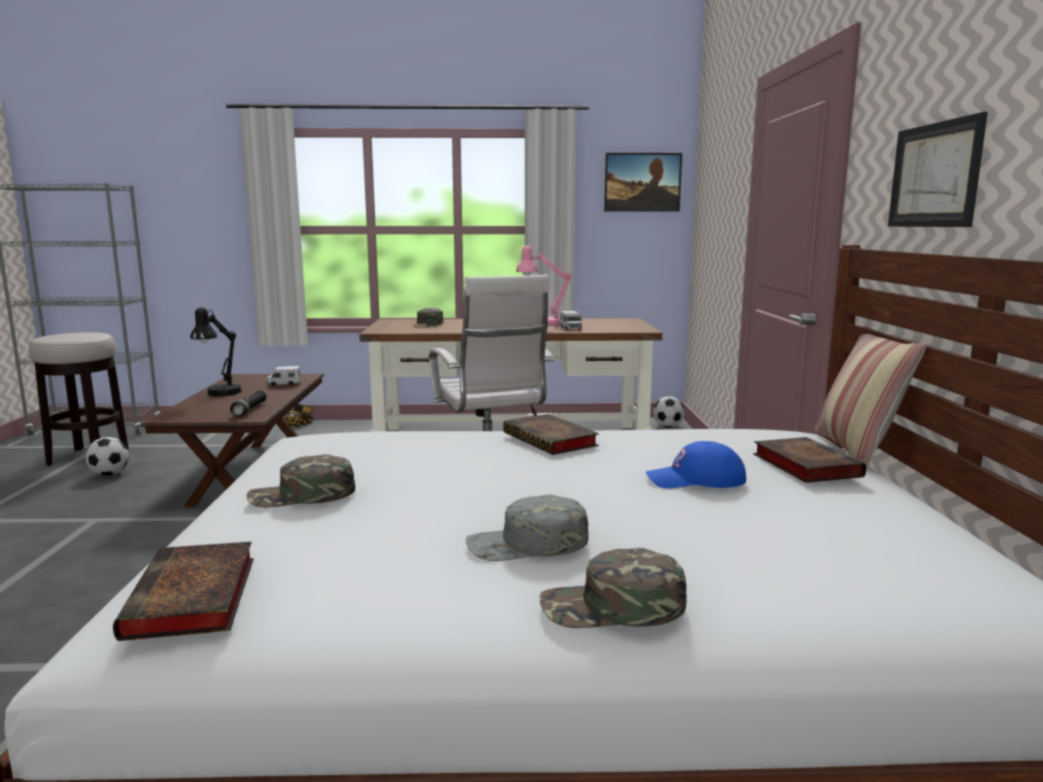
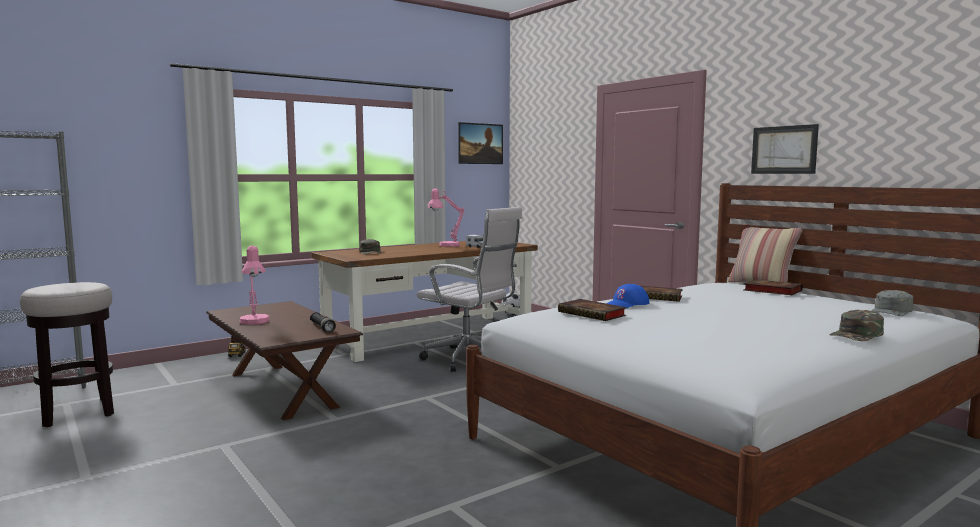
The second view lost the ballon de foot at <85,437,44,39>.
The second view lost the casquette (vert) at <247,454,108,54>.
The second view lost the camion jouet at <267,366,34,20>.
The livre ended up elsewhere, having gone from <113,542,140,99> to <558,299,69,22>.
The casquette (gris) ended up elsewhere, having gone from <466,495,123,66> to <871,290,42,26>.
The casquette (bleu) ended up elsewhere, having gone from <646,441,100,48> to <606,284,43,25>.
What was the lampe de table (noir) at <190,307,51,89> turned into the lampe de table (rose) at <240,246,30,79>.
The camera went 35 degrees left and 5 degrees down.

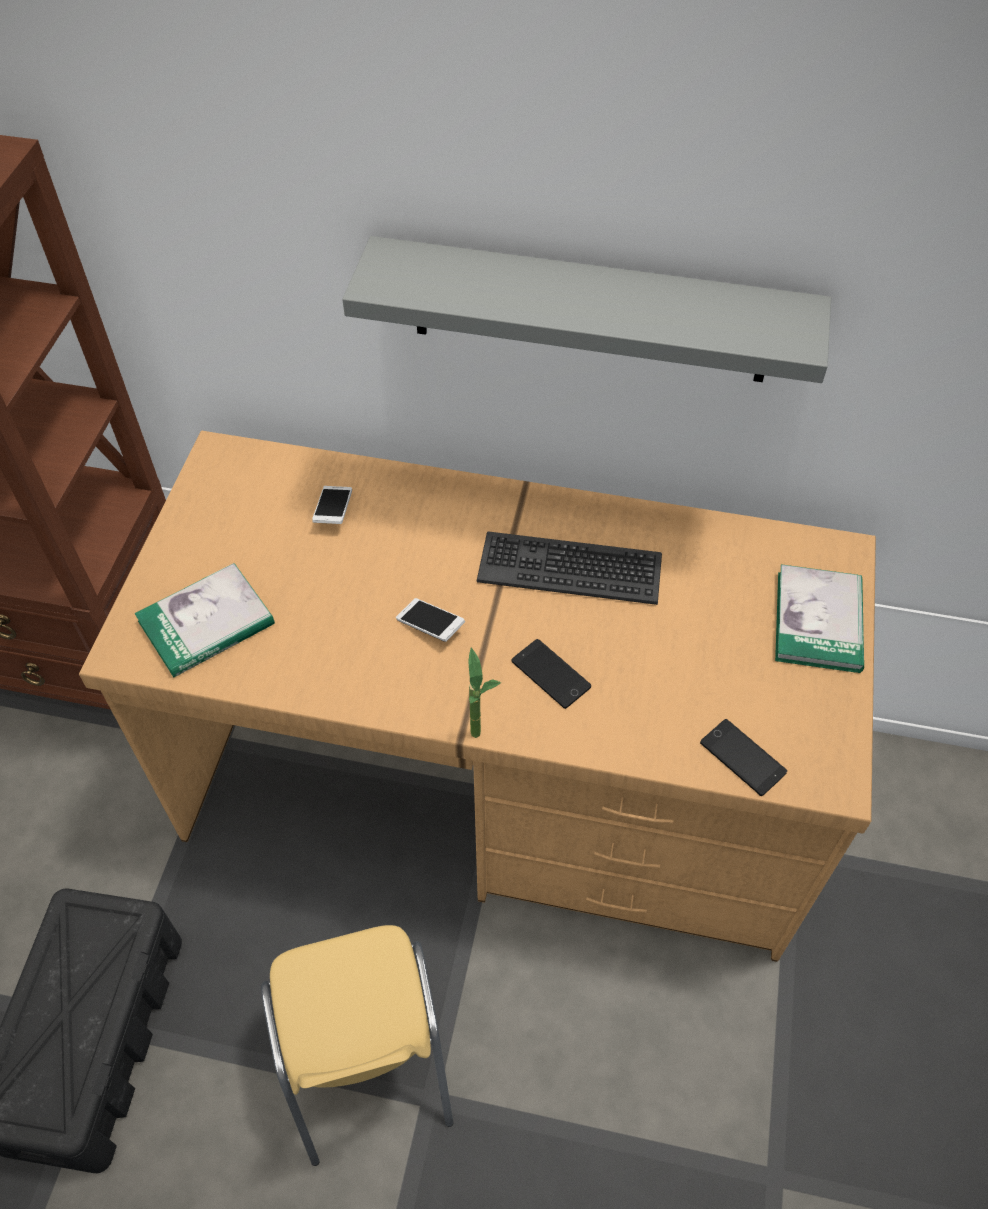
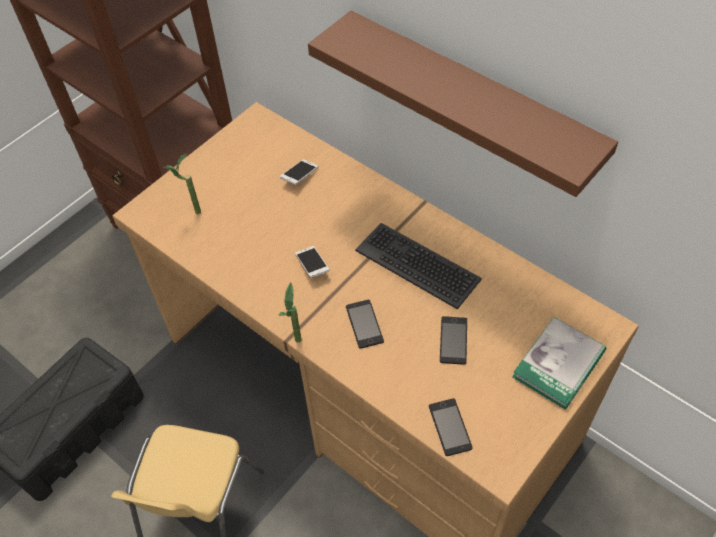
The second view gained the téléphone at <440,316,27,49>.
Where the livre stood at <135,563,140,114>, the plante en pot came to stand at <163,154,38,60>.
What was the étagère (gris) at <342,236,489,147> turned into the étagère (marron) at <308,11,310,186>.
The camera went 30 degrees right and 0 degrees up.

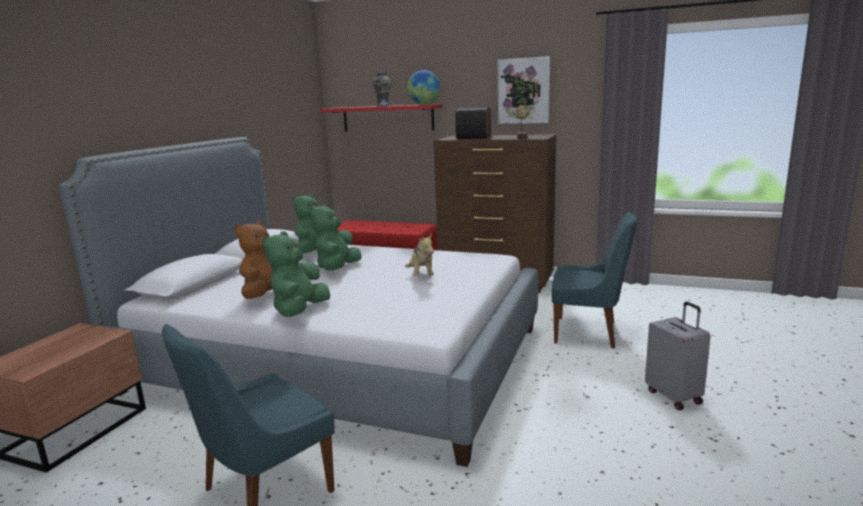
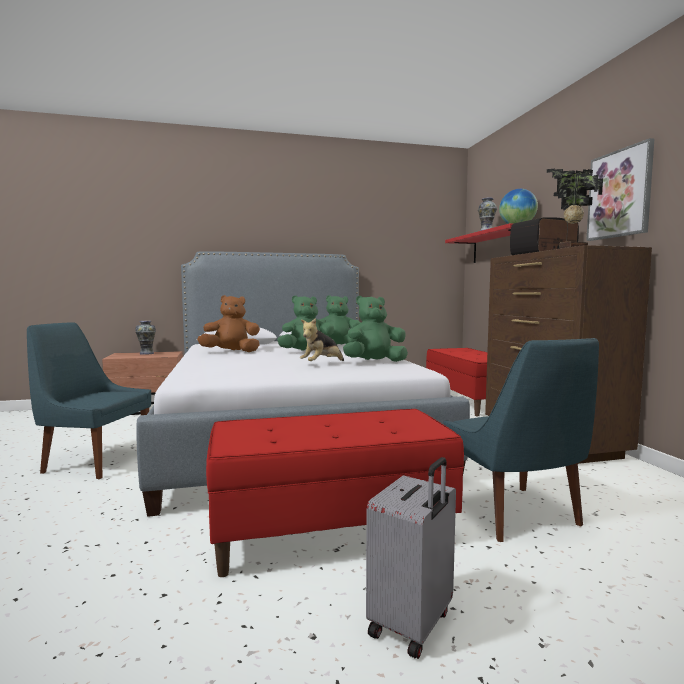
The second view gained the vase at <135,321,21,34>.
The second view gained the banc (rouge) at <206,409,258,168>.
The peluche (vert) ended up elsewhere, having gone from <262,231,68,86> to <343,296,65,66>.
The camera went 55 degrees right and 10 degrees down.

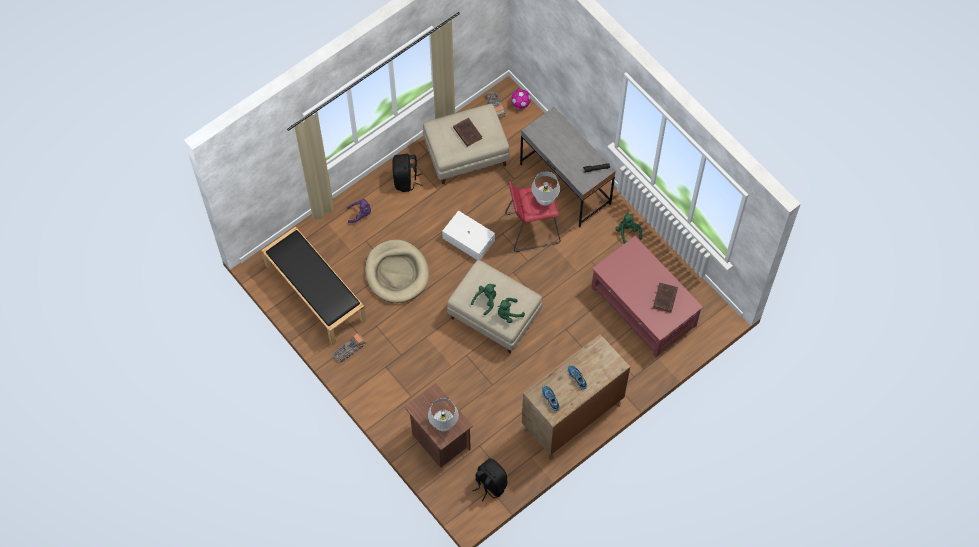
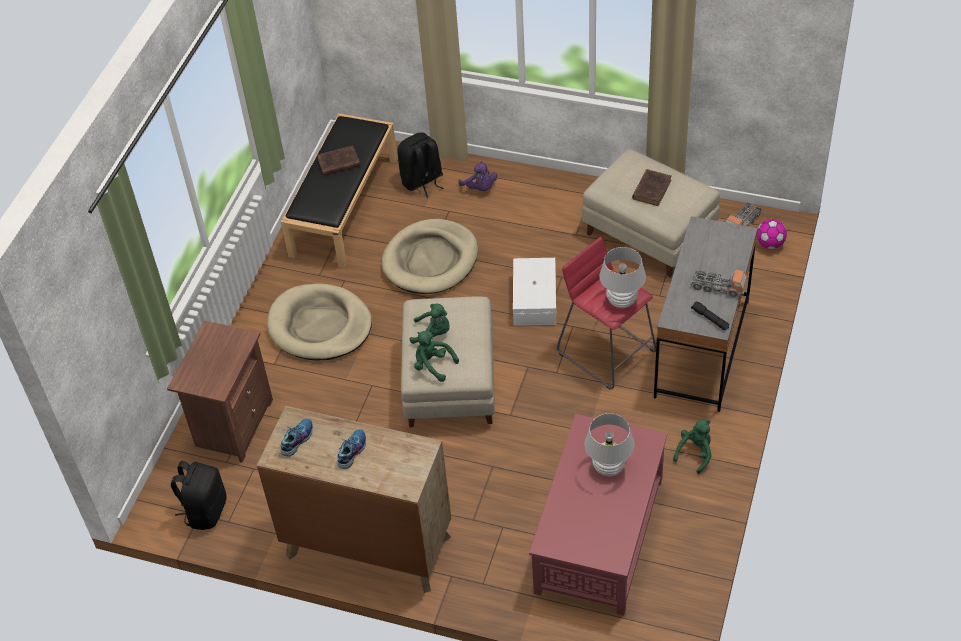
The second view gained the panier pour chien (beige) at <267,283,105,78>.
The camion jouet ended up elsewhere, having gone from <333,333,33,29> to <691,270,56,27>.
The sac à dos (noir) ended up elsewhere, having gone from <392,154,30,38> to <397,132,47,65>.
The lampe de table (blanc) ended up elsewhere, having gone from <428,398,31,34> to <585,413,49,63>.
The livre (marron) ended up elsewhere, having gone from <653,283,25,29> to <317,146,43,30>.
The camera went 60 degrees right and 15 degrees down.

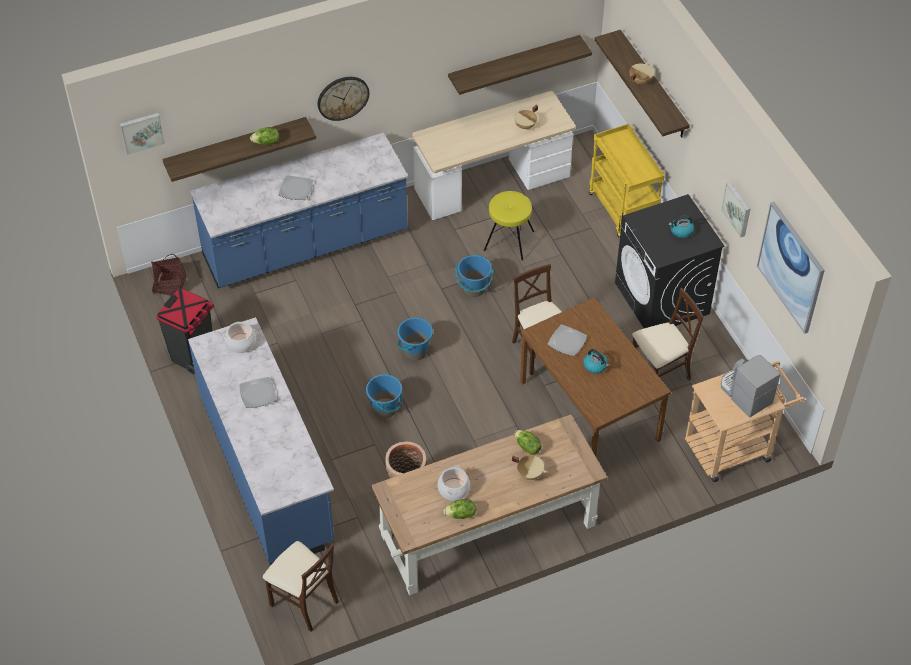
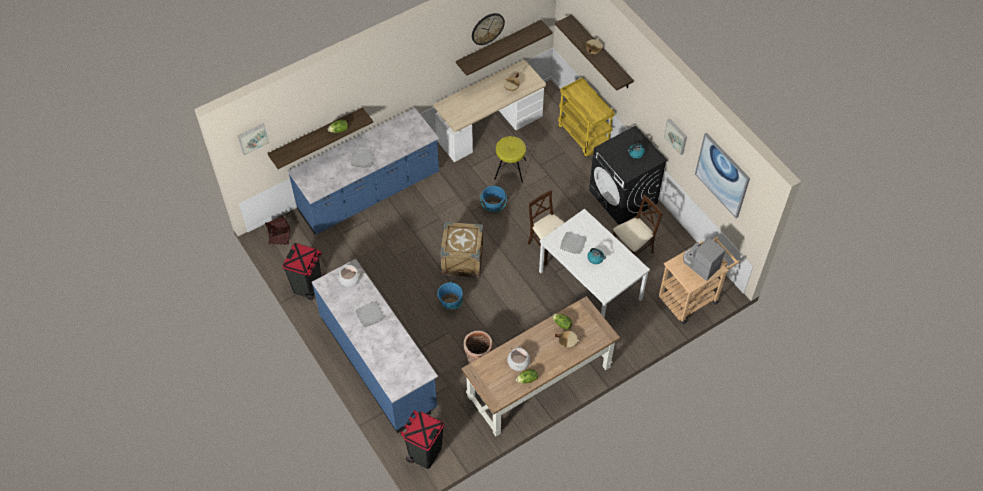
The horloge murale ended up elsewhere, having gone from <318,77,51,44> to <472,13,33,32>.
Where the chaise (beige) stood at <263,541,76,91>, the poubelle (noir) came to stand at <400,410,44,59>.
Where the seau (bleu) stood at <397,317,36,43>, the caisse came to stand at <440,222,43,56>.
What was the table à manger (marron) at <520,297,151,159> turned into the table à manger (blanc) at <539,209,111,109>.
The camera went 10 degrees left and 5 degrees up.

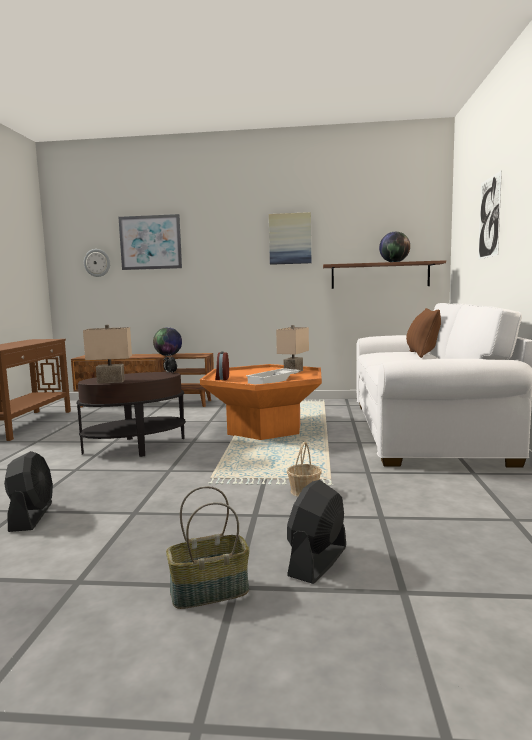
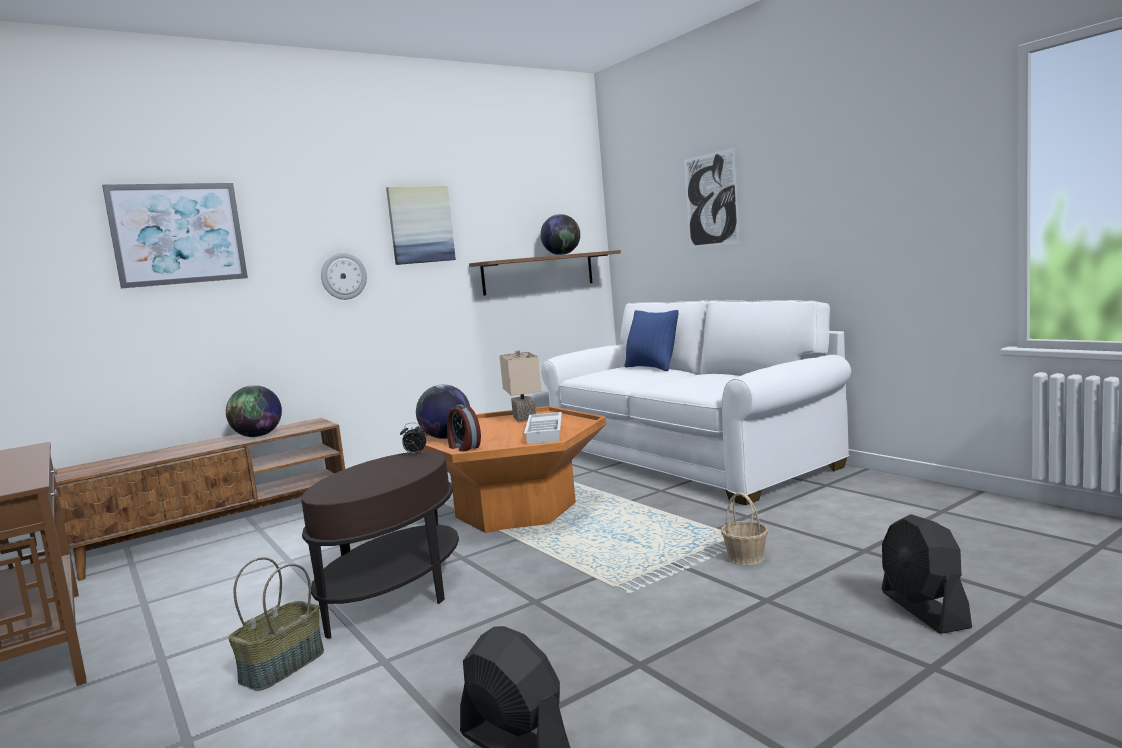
The second view lost the lampe de table (beige) at <83,325,49,59>.
The second view gained the globe at <416,385,54,54>.
The horloge murale ended up elsewhere, having gone from <84,249,26,28> to <321,253,46,47>.
The panier ended up elsewhere, having gone from <166,486,84,123> to <228,557,96,134>.
What was the coussin (marron) at <406,308,35,50> turned into the coussin (bleu) at <624,310,55,61>.
The camera went 40 degrees left and 0 degrees up.

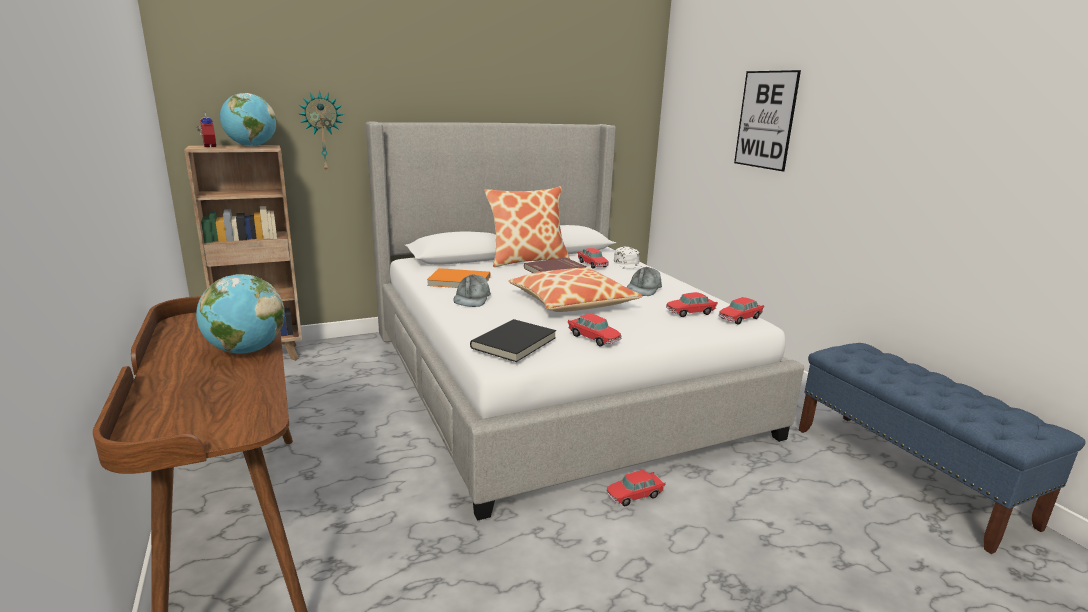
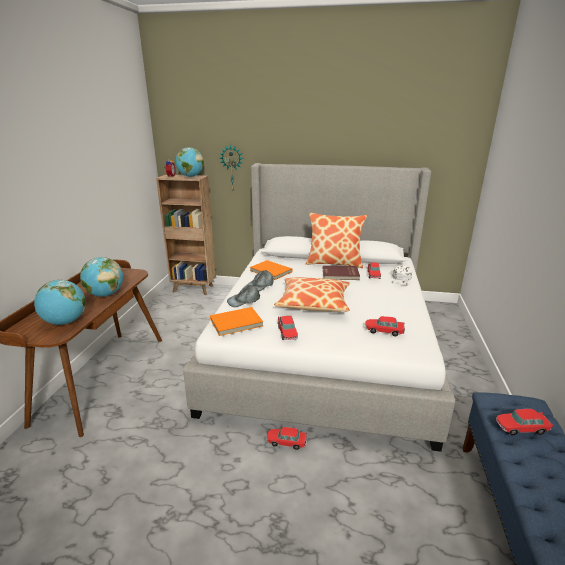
The second view lost the tableau at <734,70,67,101>.
The second view gained the globe at <34,280,52,45>.
The casquette (gris) ended up elsewhere, having gone from <627,267,35,29> to <227,285,33,22>.
The petite voiture ended up elsewhere, having gone from <718,297,46,28> to <496,409,58,27>.
What was the livre (noir) at <470,319,86,43> turned into the livre (orange) at <210,307,53,29>.
The camera went 35 degrees right and 5 degrees up.

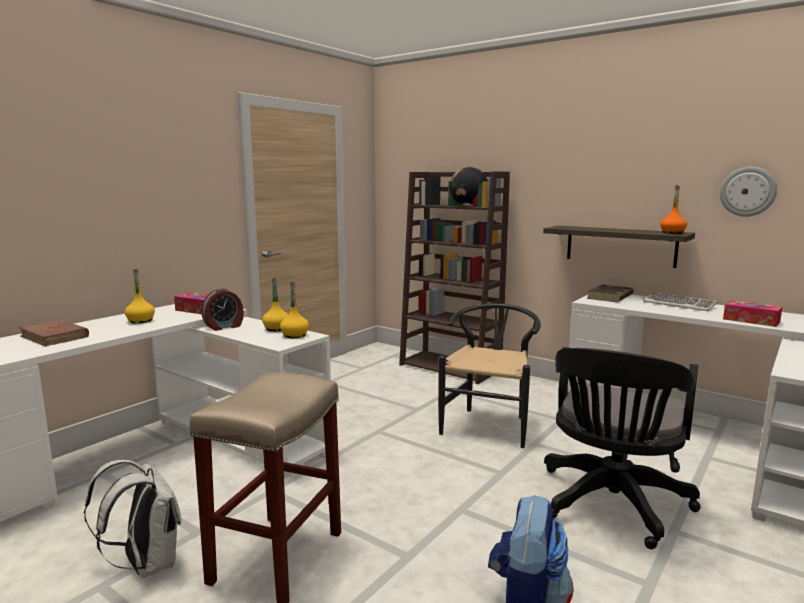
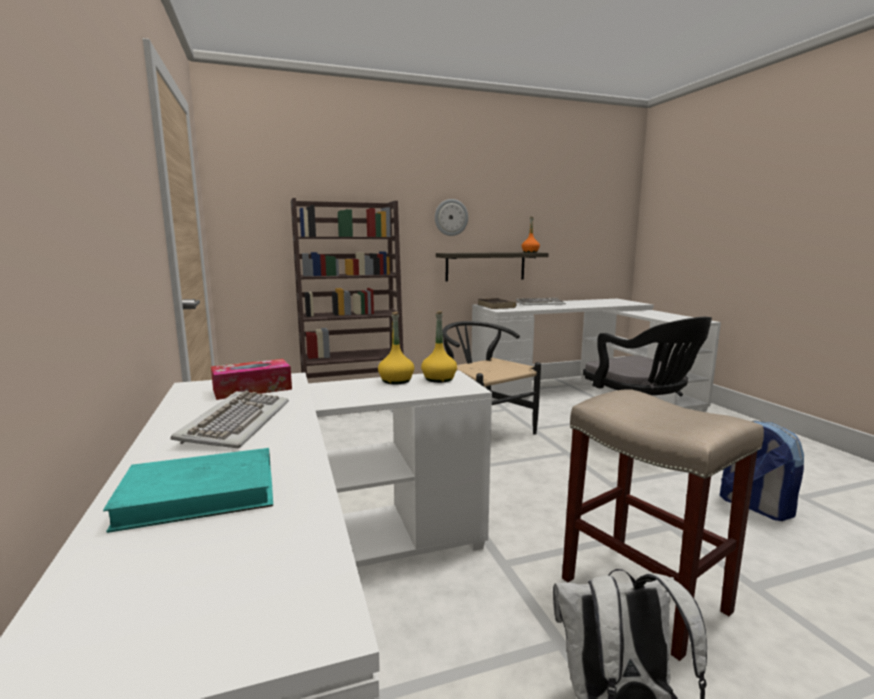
The second view lost the réveil at <202,288,42,43>.
The second view lost the globe at <450,167,38,39>.
The second view lost the boîte à mouchoirs at <723,300,59,27>.
The horloge murale ended up elsewhere, having gone from <720,167,57,50> to <435,199,33,37>.
Where the bouteille (jaune) stood at <125,269,30,55>, the clavier came to stand at <170,390,119,58>.
What was the livre (marron) at <19,320,70,26> turned into the livre (turquoise) at <103,448,170,85>.
The camera went 55 degrees left and 0 degrees up.

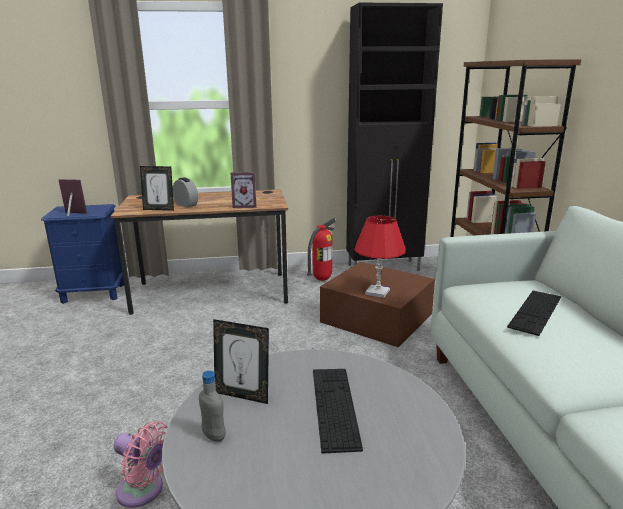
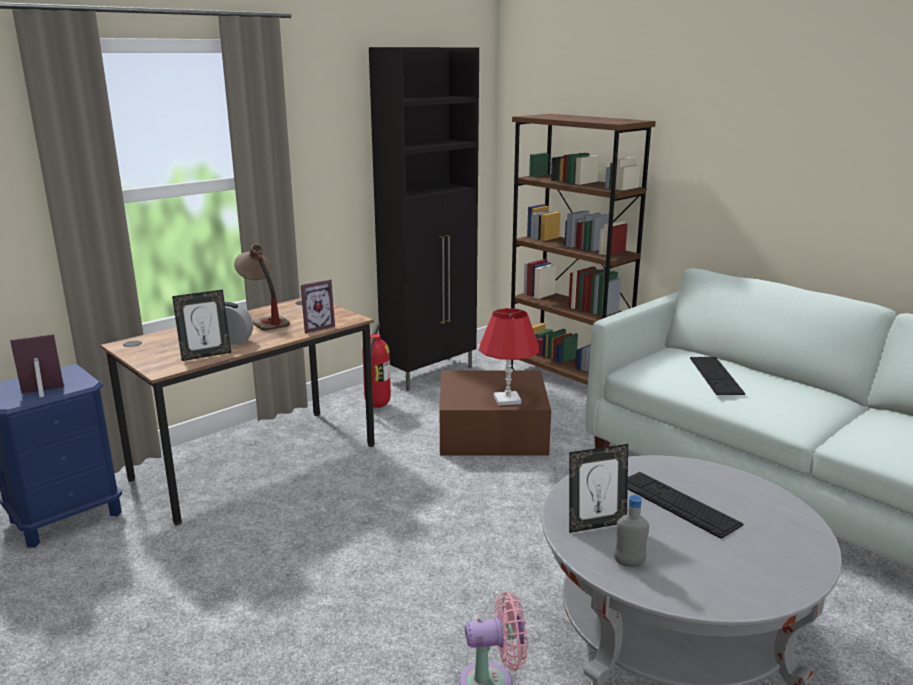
The second view gained the lampe de table at <234,244,56,87>.
The camera went 35 degrees left and 0 degrees up.

